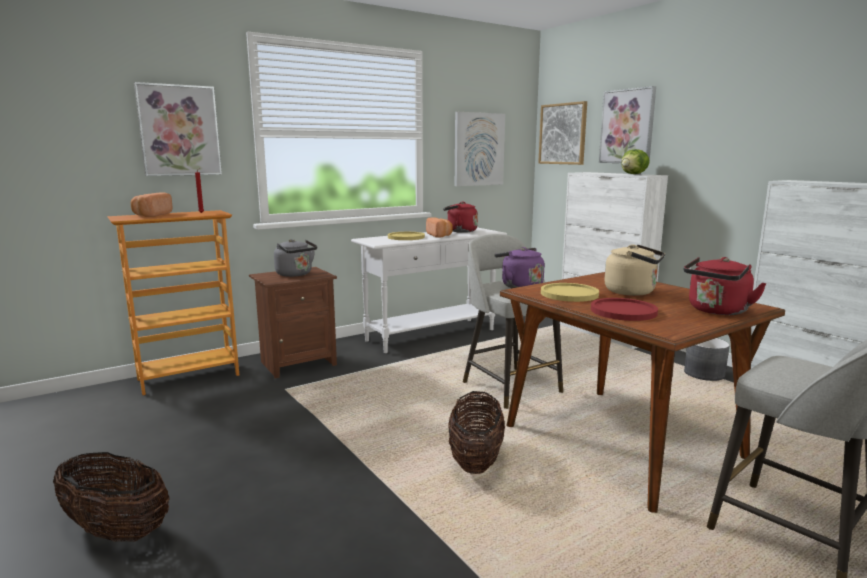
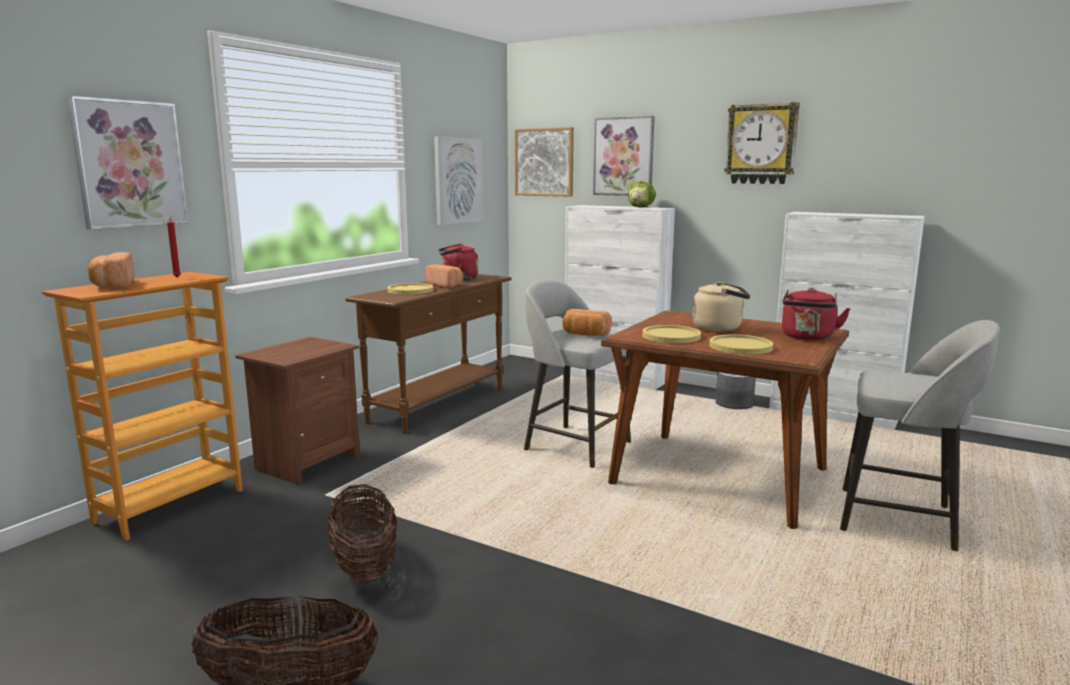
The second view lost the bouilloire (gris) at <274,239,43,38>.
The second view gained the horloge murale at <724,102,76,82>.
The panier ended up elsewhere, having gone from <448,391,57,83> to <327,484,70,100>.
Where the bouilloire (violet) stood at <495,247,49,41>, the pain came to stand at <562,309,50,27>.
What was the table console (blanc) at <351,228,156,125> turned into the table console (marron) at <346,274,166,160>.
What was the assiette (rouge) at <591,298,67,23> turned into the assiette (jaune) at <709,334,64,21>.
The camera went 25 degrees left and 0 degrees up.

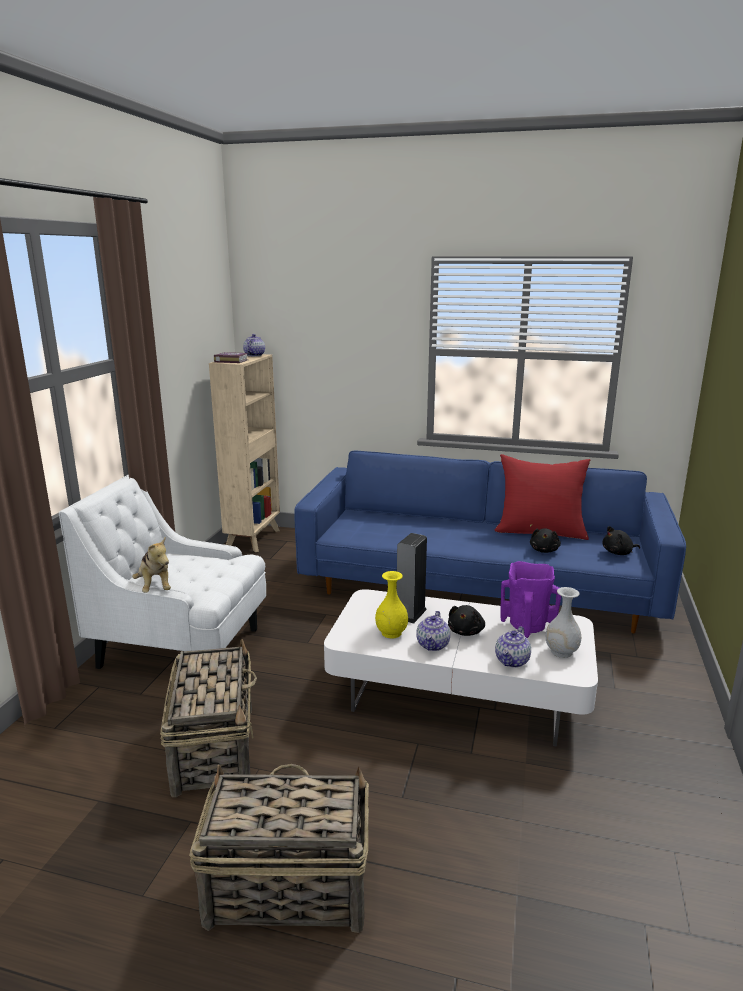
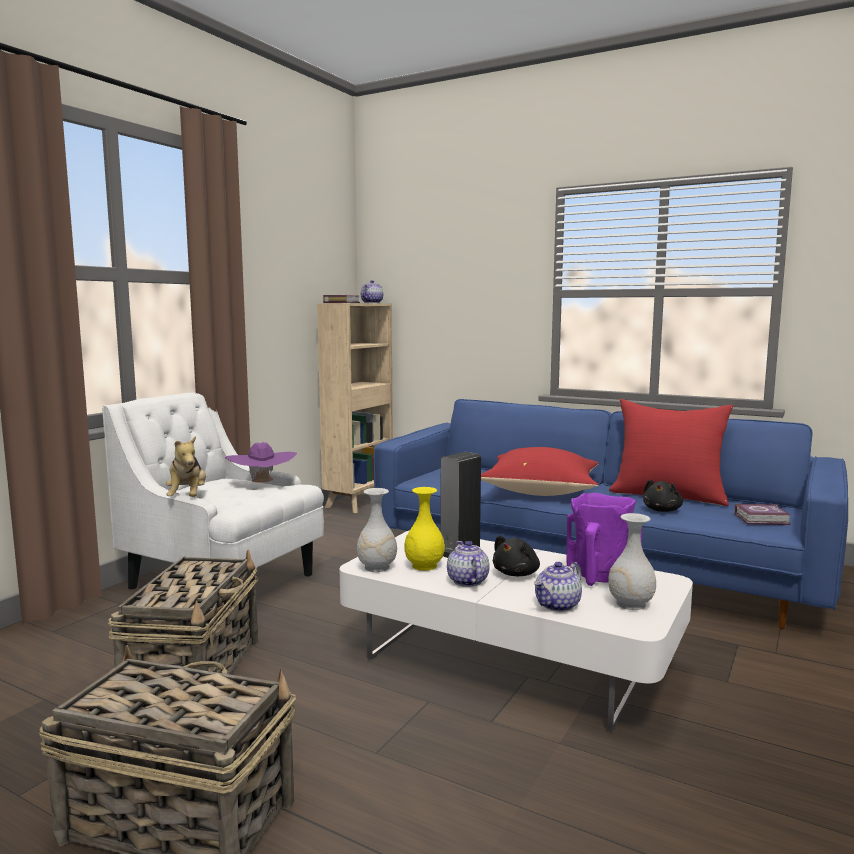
The second view gained the chapeau (violet) at <225,442,72,41>.
The second view gained the vase (blanc) at <357,488,40,84>.
The second view gained the coussin (rouge) at <481,447,118,49>.
Where the peluche (noir) stood at <602,526,38,29>, the livre came to stand at <735,504,56,21>.
The théière at <416,611,34,40> ended up facing another way, 135 degrees clockwise from before.
The camera went 15 degrees right and 10 degrees down.

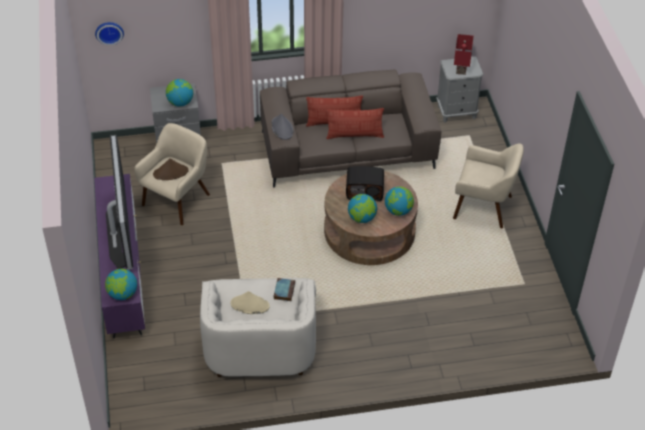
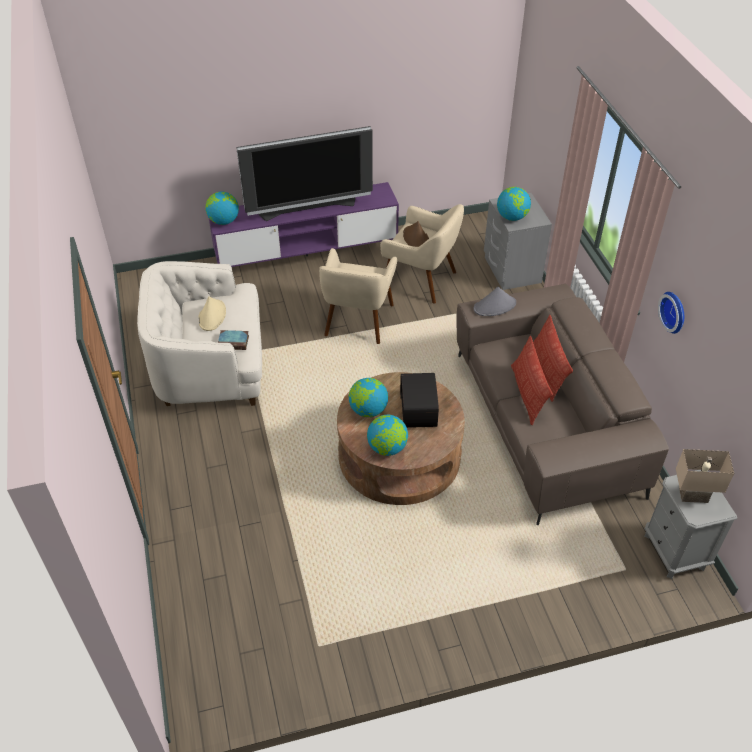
The horloge murale ended up elsewhere, having gone from <95,22,29,24> to <658,292,26,42>.
The fauteuil (beige) ended up elsewhere, having gone from <453,143,71,85> to <319,248,78,96>.
What was the lampe de table (rouge) at <454,34,20,41> turned into the lampe de table (beige) at <676,449,58,54>.
The camera went 85 degrees right and 0 degrees up.

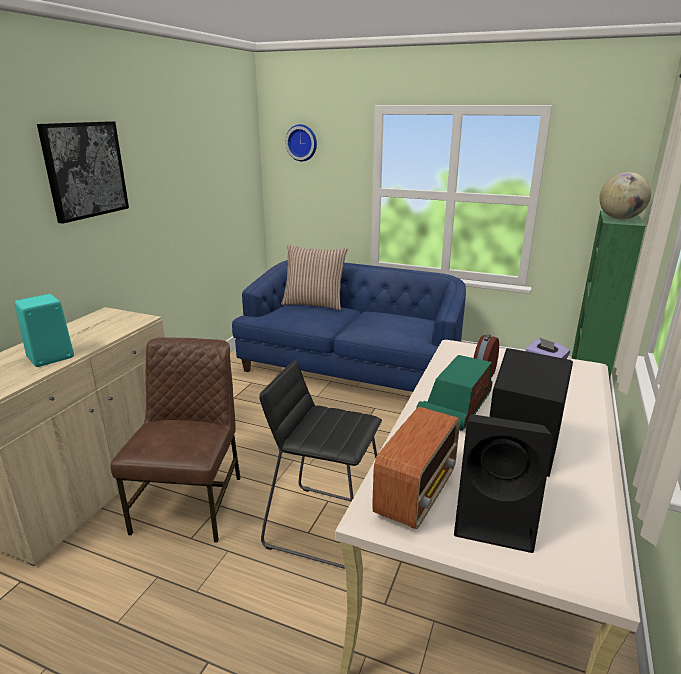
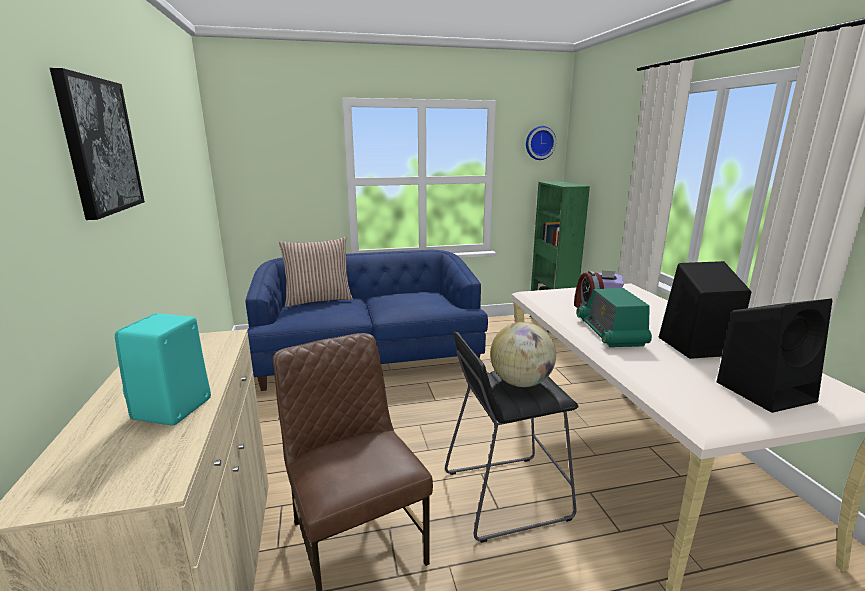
The second view lost the radio at <372,407,88,122>.
The horloge murale ended up elsewhere, having gone from <285,124,32,37> to <526,126,30,34>.
The globe ended up elsewhere, having gone from <599,172,52,47> to <490,322,66,65>.
The camera went 35 degrees left and 5 degrees down.

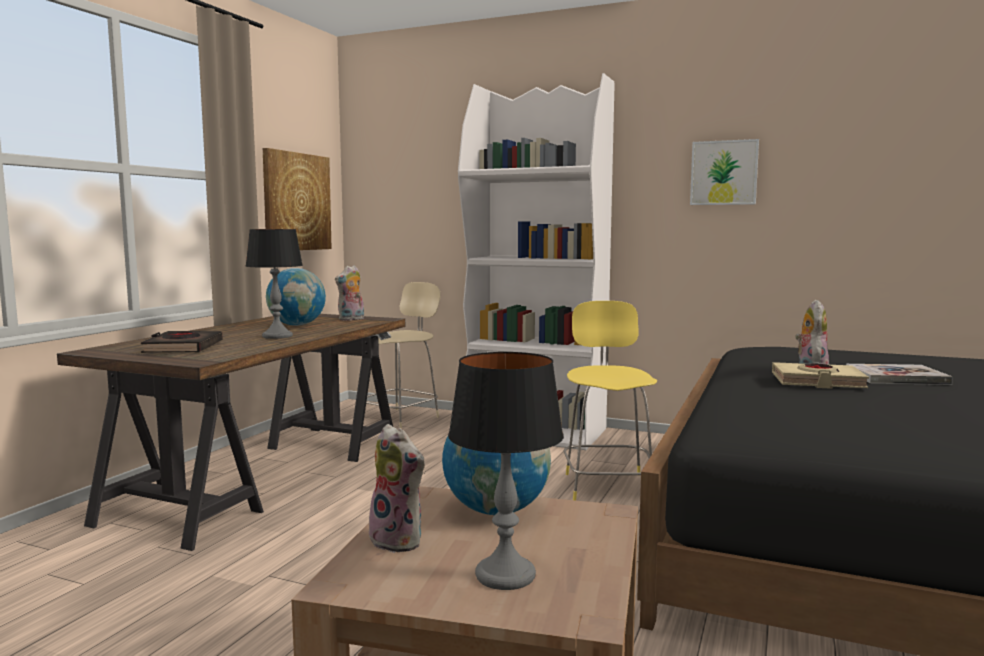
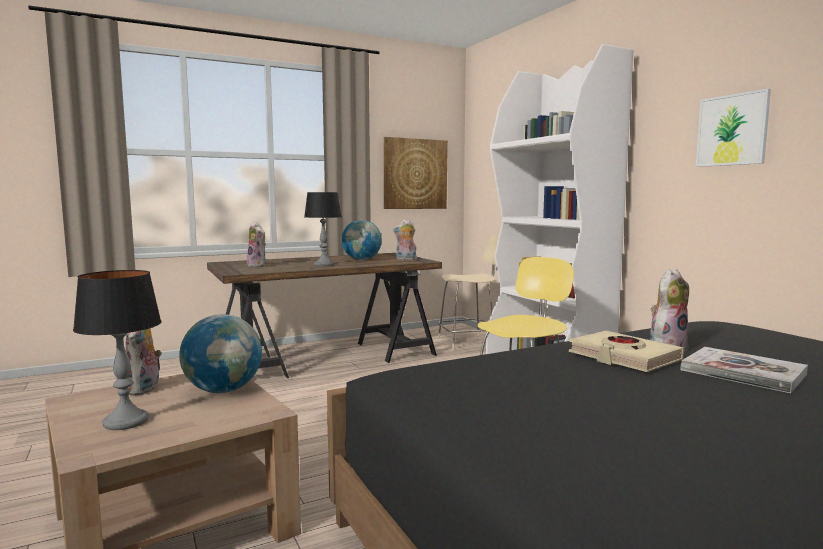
Where the livre (noir) stood at <141,331,82,22>, the peluche came to stand at <247,222,19,45>.
The camera went 40 degrees right and 0 degrees up.

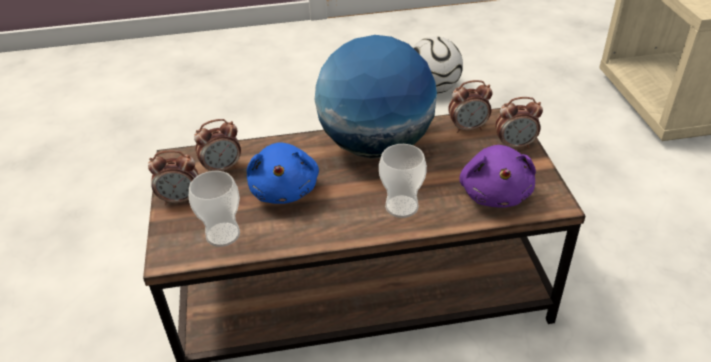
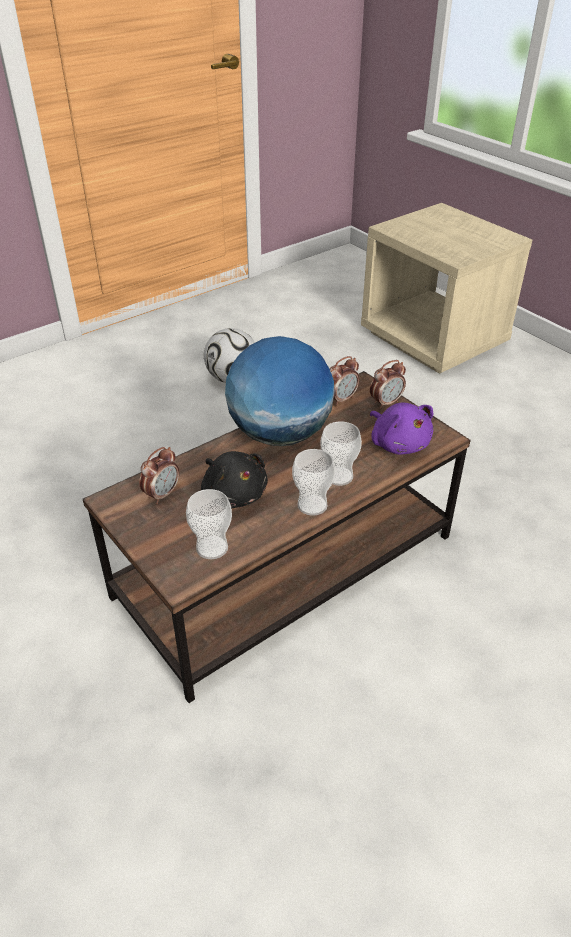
The second view lost the réveil at <148,150,50,55>.
The second view gained the tasse at <292,449,43,67>.
What was the peluche (bleu) at <247,143,72,61> turned into the peluche (noir) at <201,451,67,57>.
The camera went 30 degrees left and 0 degrees up.

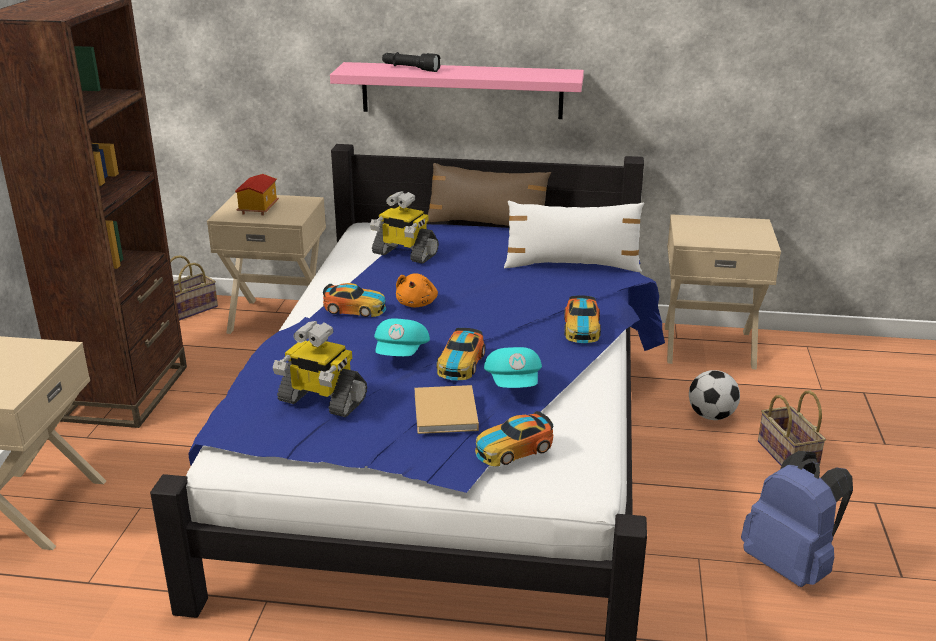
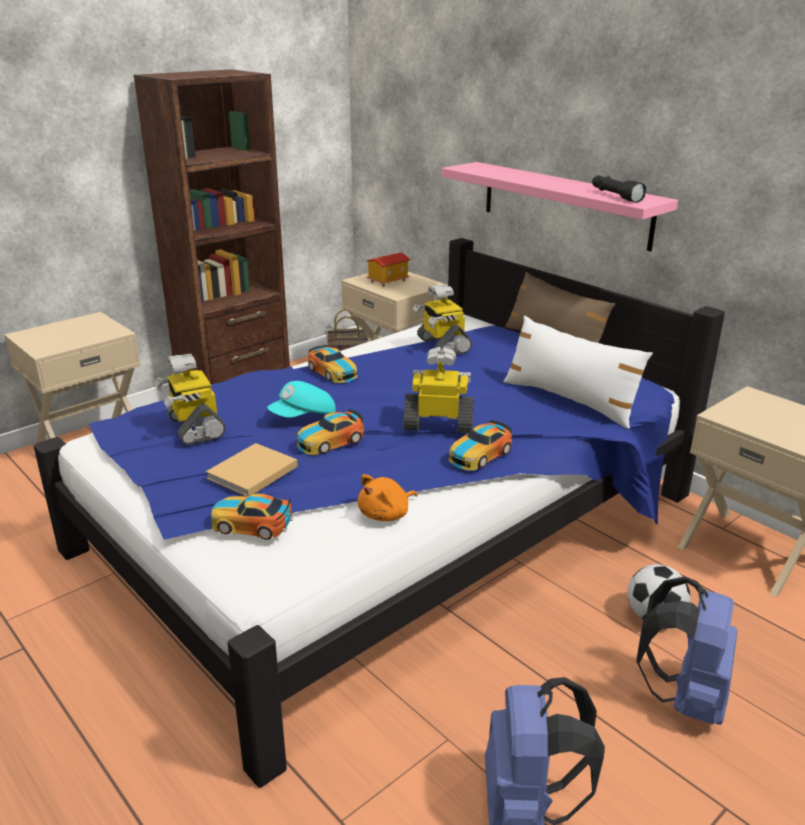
The second view lost the casquette (turquoise) at <484,347,58,41>.
The second view gained the robot jouet at <403,347,71,86>.
The lampe de poche (noir) ended up elsewhere, having gone from <382,52,59,20> to <592,175,54,28>.
The peluche (orange) ended up elsewhere, having gone from <396,273,42,34> to <357,474,60,47>.
Where the panier stood at <758,390,68,76>, the sac à dos (bleu) came to stand at <636,576,101,149>.
The camera went 40 degrees right and 0 degrees up.

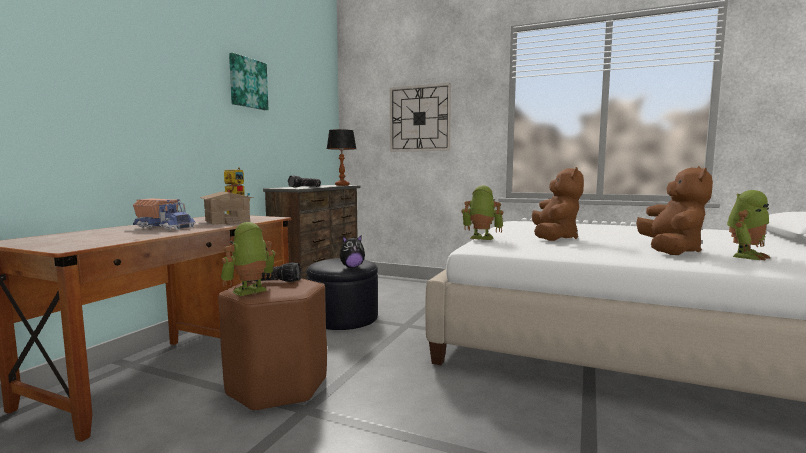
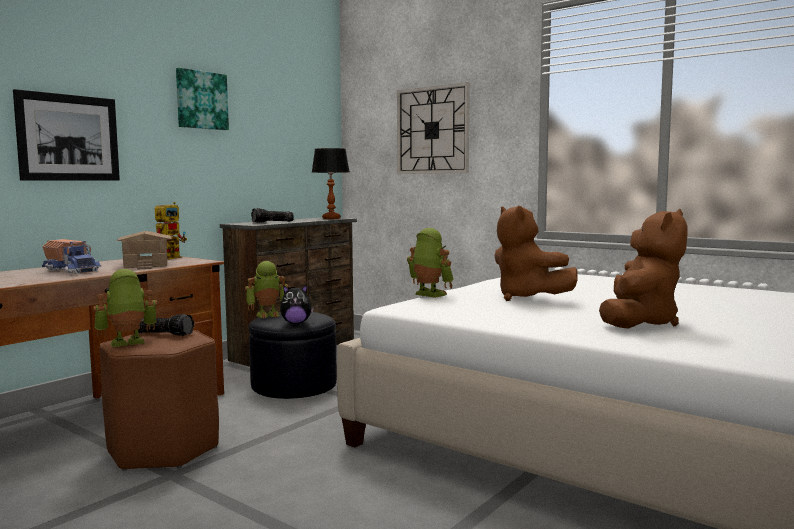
The second view gained the tableau at <13,89,107,92>.
The robot jouet ended up elsewhere, having gone from <727,190,43,70> to <245,261,43,57>.
The peluche (marron) at <532,167,52,74> ended up facing another way, 120 degrees clockwise from before.
The camera went 15 degrees right and 0 degrees up.

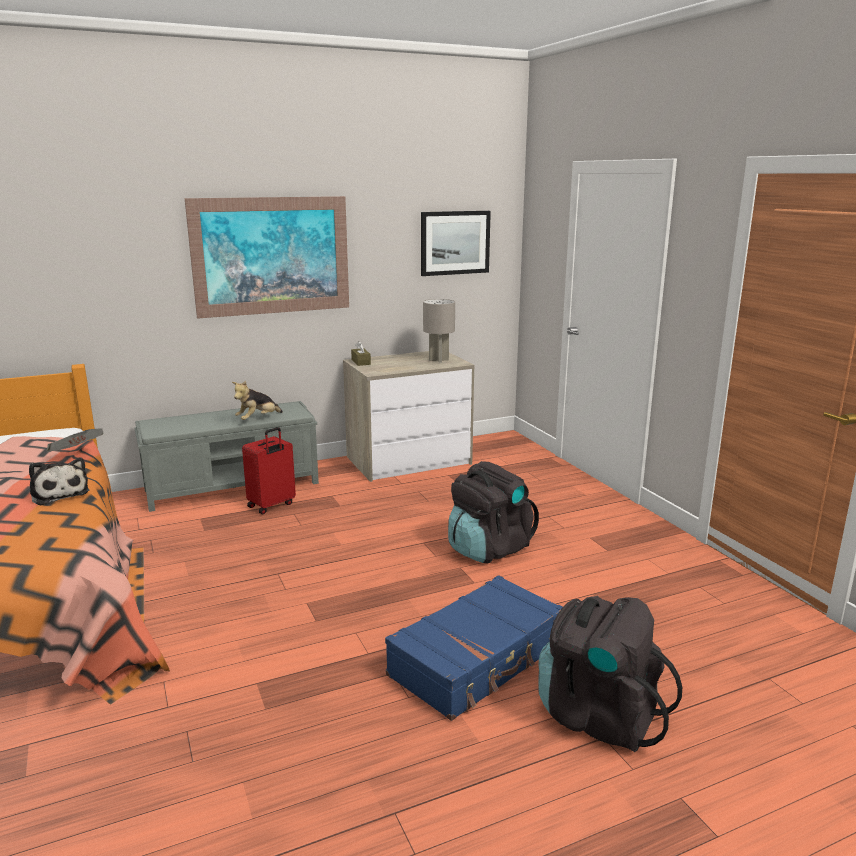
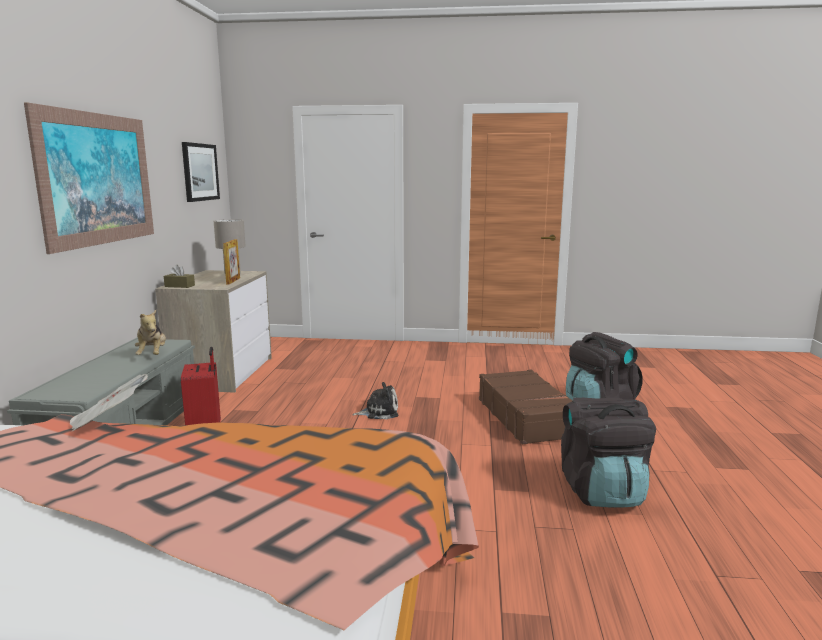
The second view gained the cadre photo at <223,239,17,46>.
The peluche ended up elsewhere, having gone from <29,458,60,47> to <353,382,45,37>.
The sac à dos (noir) ended up elsewhere, having gone from <448,461,91,102> to <561,398,95,109>.
What was the valise (bleu) at <385,575,178,146> turned into the valise (marron) at <479,370,94,74>.
The camera went 60 degrees left and 5 degrees down.

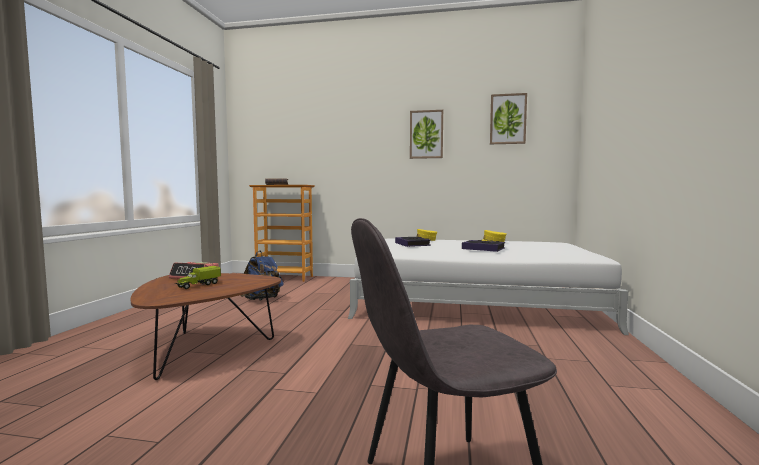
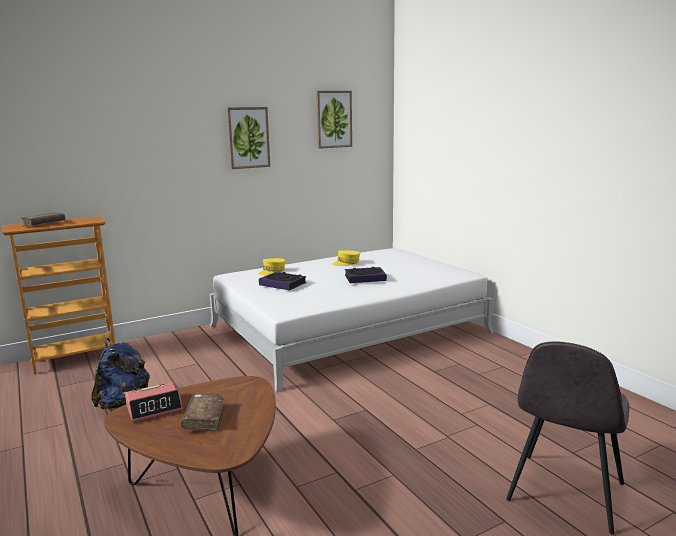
Where the camion jouet stood at <175,266,46,23>, the livre (marron) came to stand at <181,394,44,38>.
The camera went 40 degrees left and 10 degrees up.

